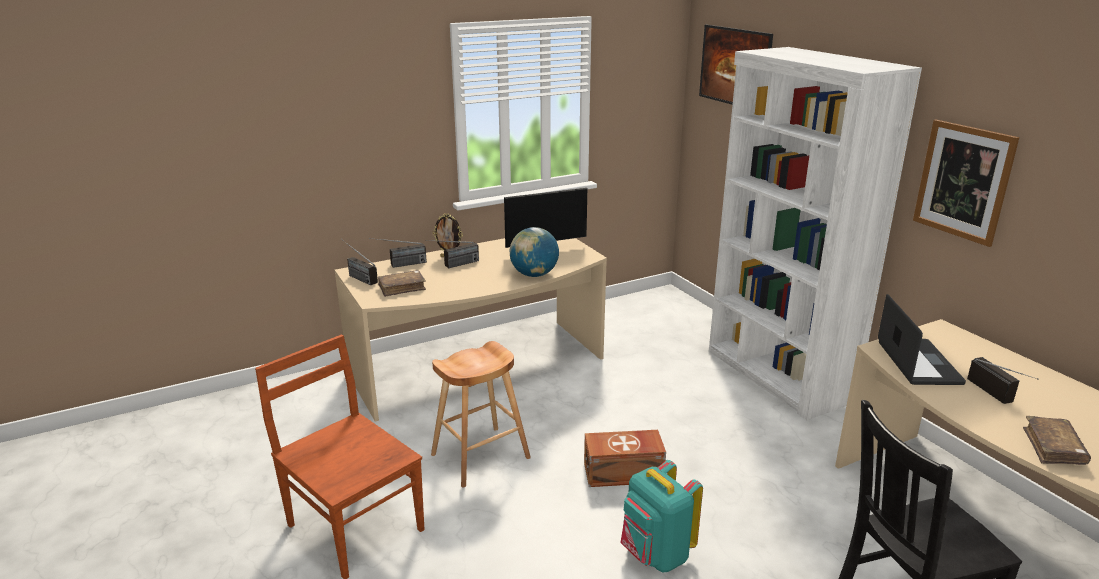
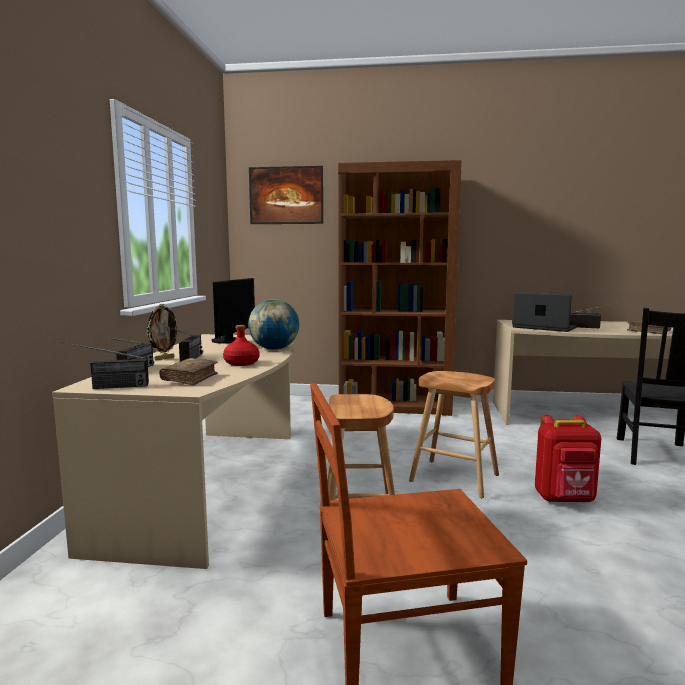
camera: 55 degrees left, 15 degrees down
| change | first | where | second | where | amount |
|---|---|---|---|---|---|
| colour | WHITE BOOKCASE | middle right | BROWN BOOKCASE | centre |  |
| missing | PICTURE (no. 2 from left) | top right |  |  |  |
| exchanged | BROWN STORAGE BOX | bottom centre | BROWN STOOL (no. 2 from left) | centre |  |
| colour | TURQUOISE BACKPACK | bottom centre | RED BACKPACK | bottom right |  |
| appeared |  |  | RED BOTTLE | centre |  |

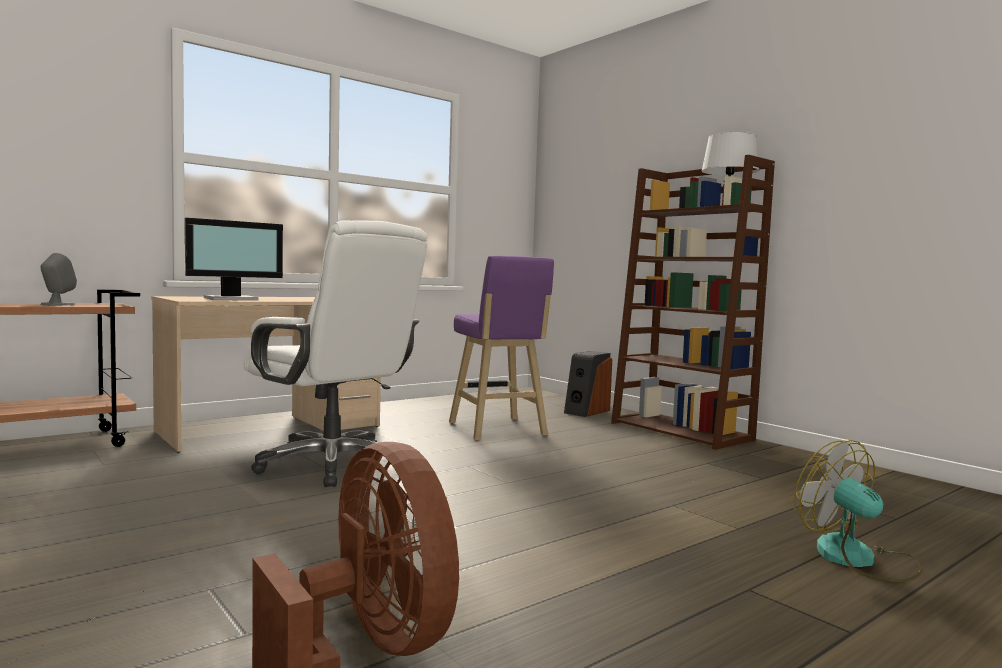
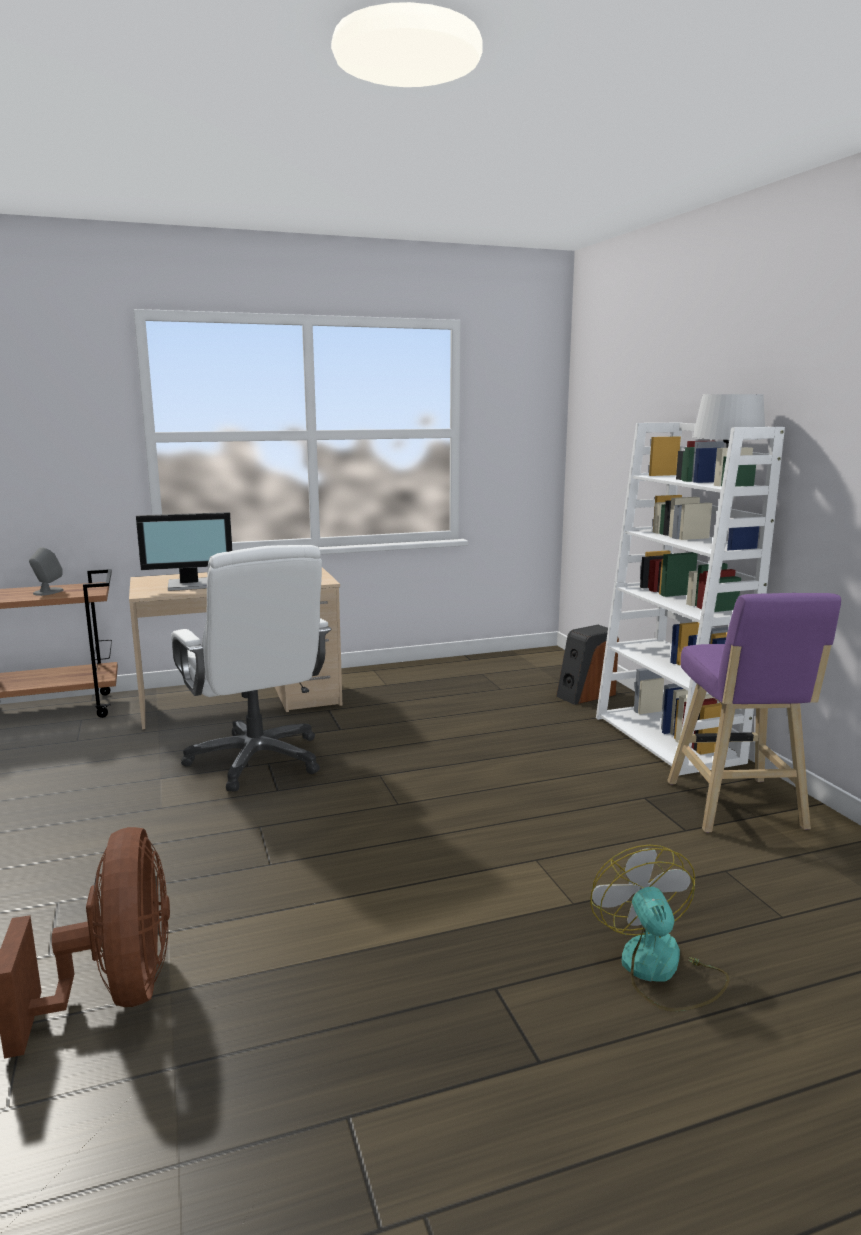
camera: 20 degrees right, 10 degrees up
| change | first | where | second | where | amount |
|---|---|---|---|---|---|
| colour | BROWN BOOKCASE | middle right | WHITE BOOKCASE | middle right |  |
| relocated | PURPLE STOOL | centre |  | middle right |  |

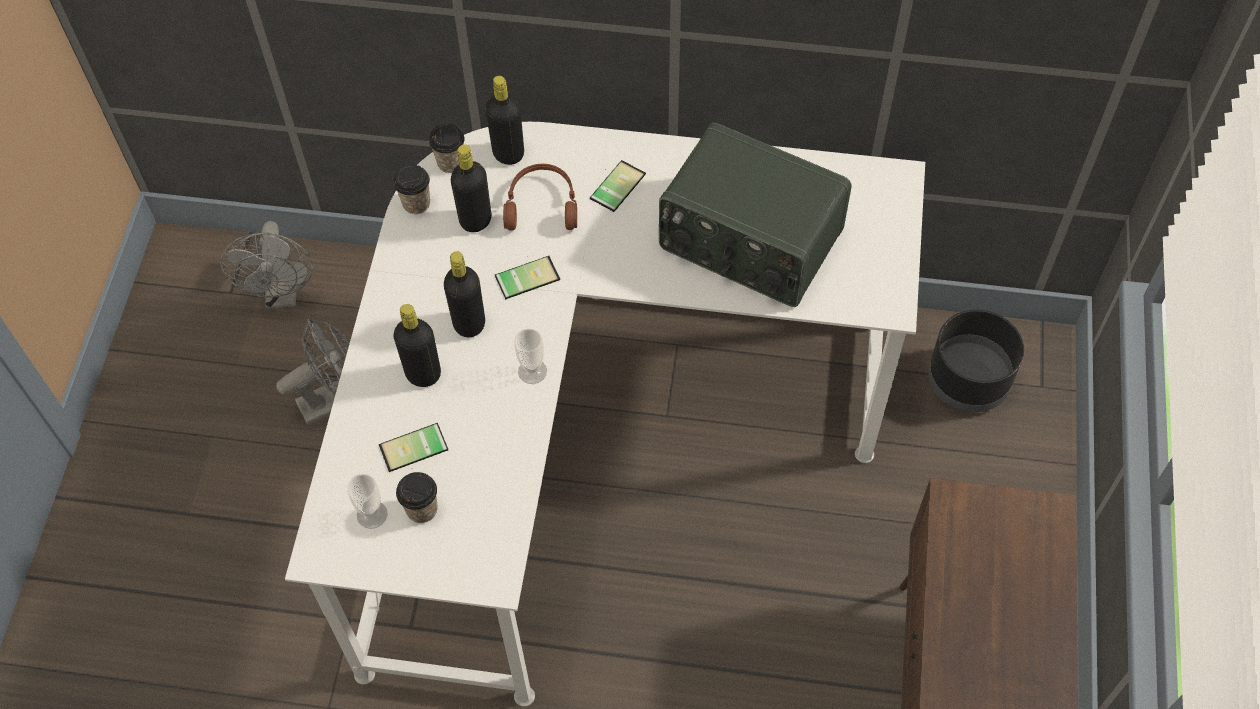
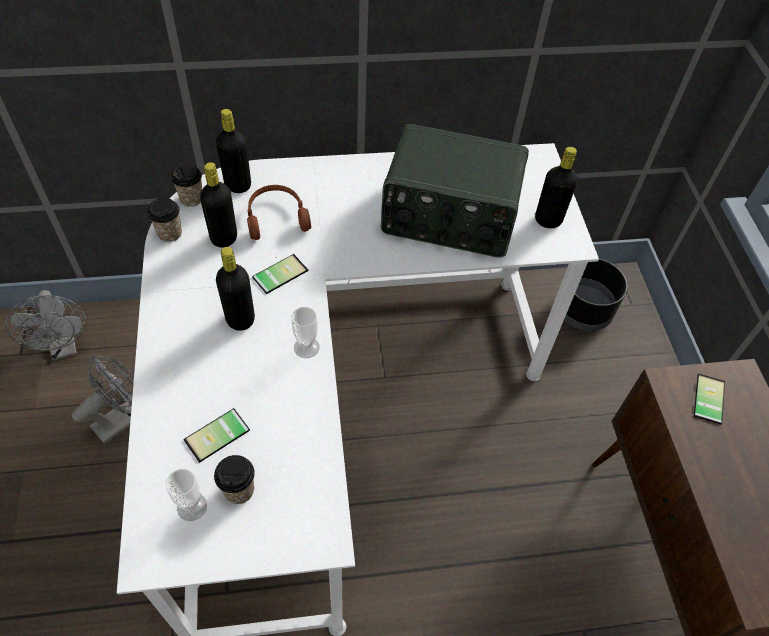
camera: 20 degrees left, 5 degrees down
| change | first | where | second | where | amount |
|---|---|---|---|---|---|
| relocated | PHONE (no. 3 from left) | top centre |  | middle right |  |
| relocated | BLACK BOTTLE (no. 1 from left in the first image) | middle left | BLACK BOTTLE (no. 4 from left) | top right |  |

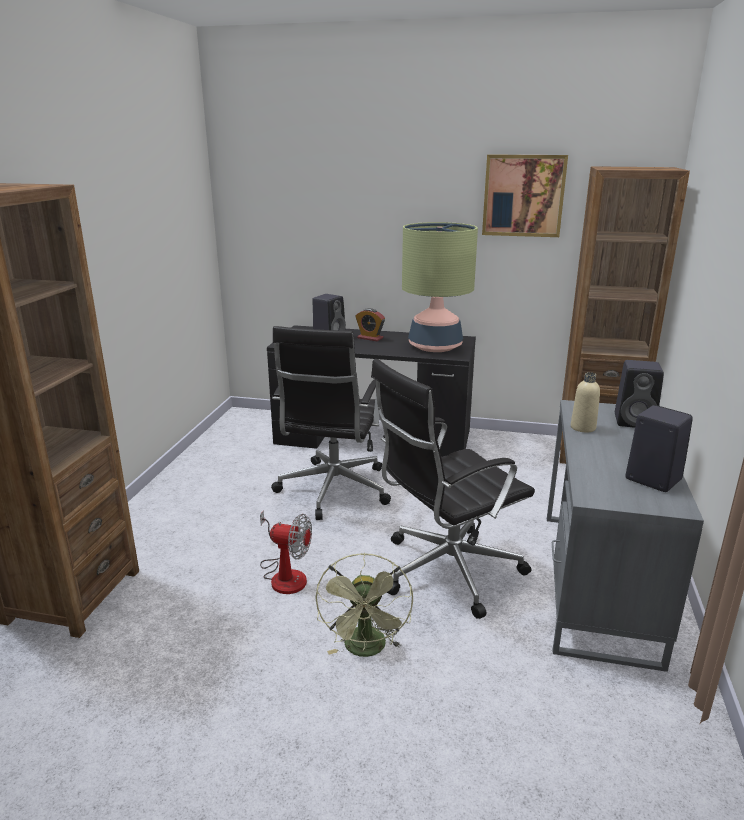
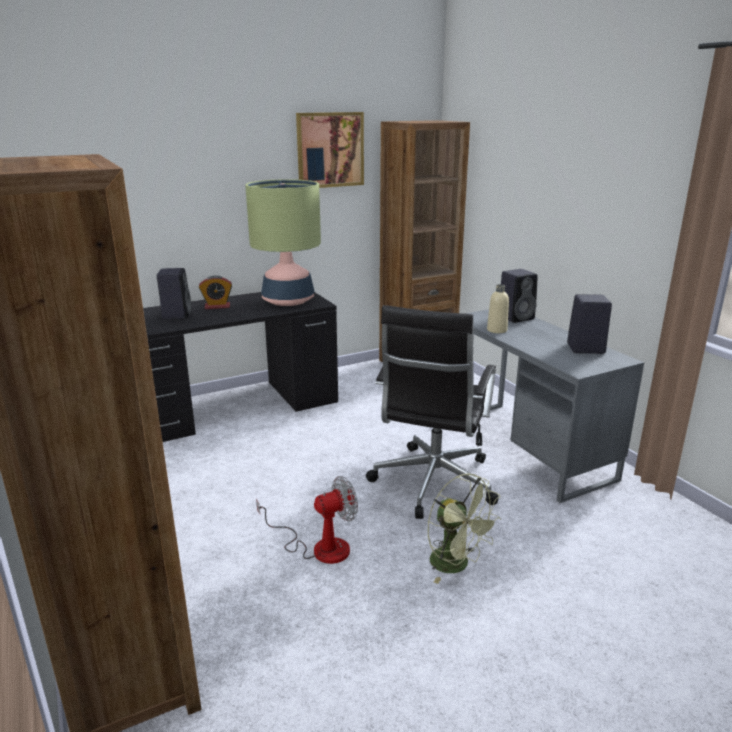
camera: 40 degrees left, 0 degrees up
| change | first | where | second | where | amount |
|---|---|---|---|---|---|
| missing | BLACK OFFICE CHAIR (no. 1 from left) | centre |  |  |  |

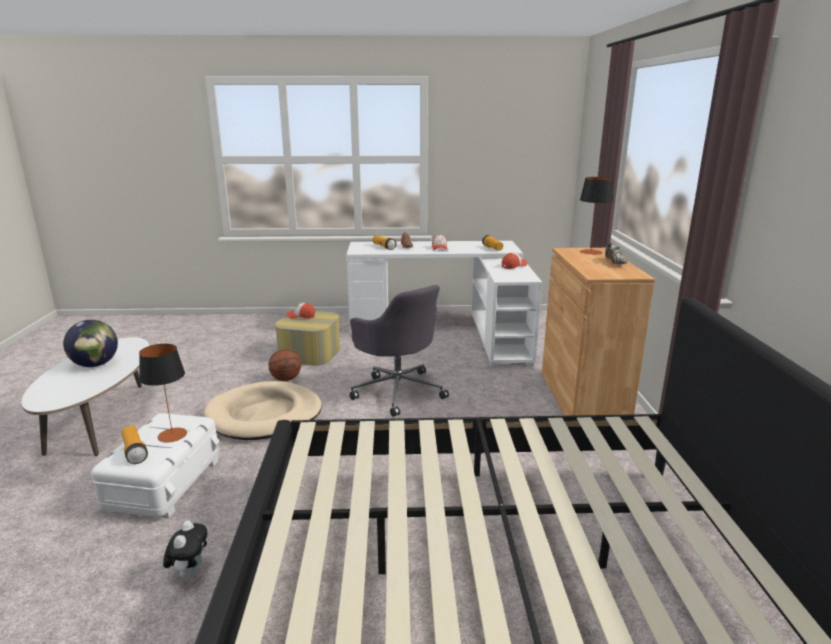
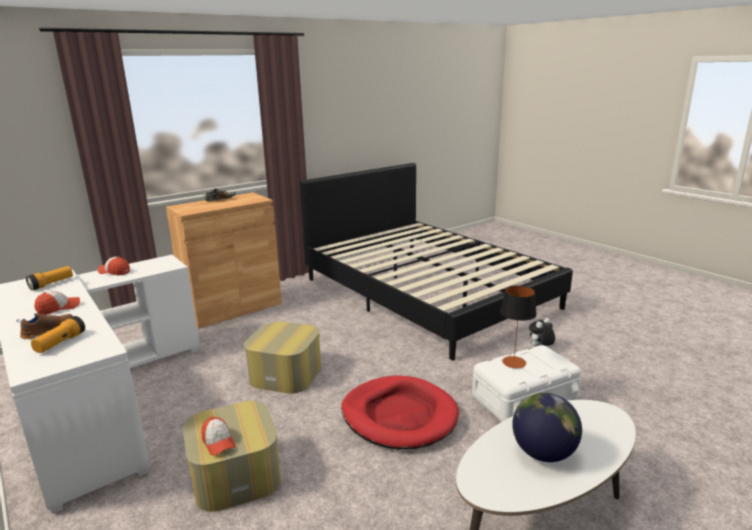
camera: 125 degrees left, 0 degrees up
| change | first | where | second | where | amount |
|---|---|---|---|---|---|
| missing | TABLE LAMP (no. 2 from left) | middle right |  |  |  |
| exchanged | GREY OFFICE CHAIR | centre | OTTOMAN (no. 2 from left) | bottom centre |  |
| missing | BASKETBALL | centre |  |  |  |
| colour | BEIGE DOG BED | middle left | RED DOG BED | bottom centre |  |
| missing | FLASHLIGHT (no. 1 from left) | bottom left |  |  |  |

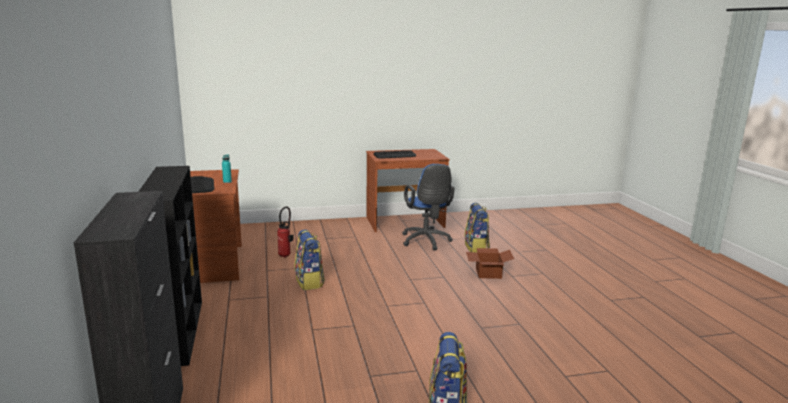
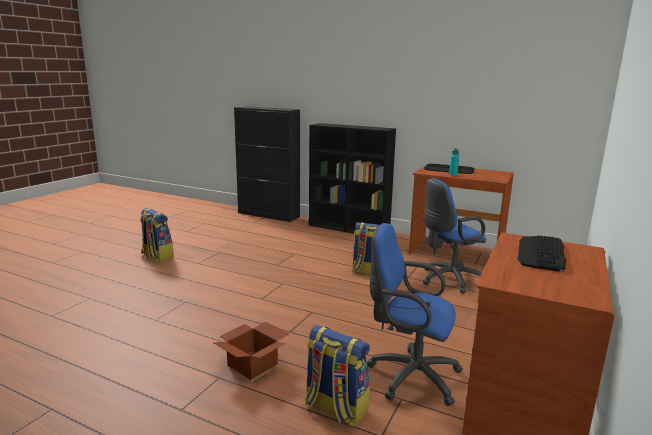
camera: 130 degrees right, 0 degrees up
| change | first | where | second | where | amount |
|---|---|---|---|---|---|
| exchanged | FIRE EXTINGUISHER | centre | BLUE OFFICE CHAIR (no. 2 from left) | middle right |  |

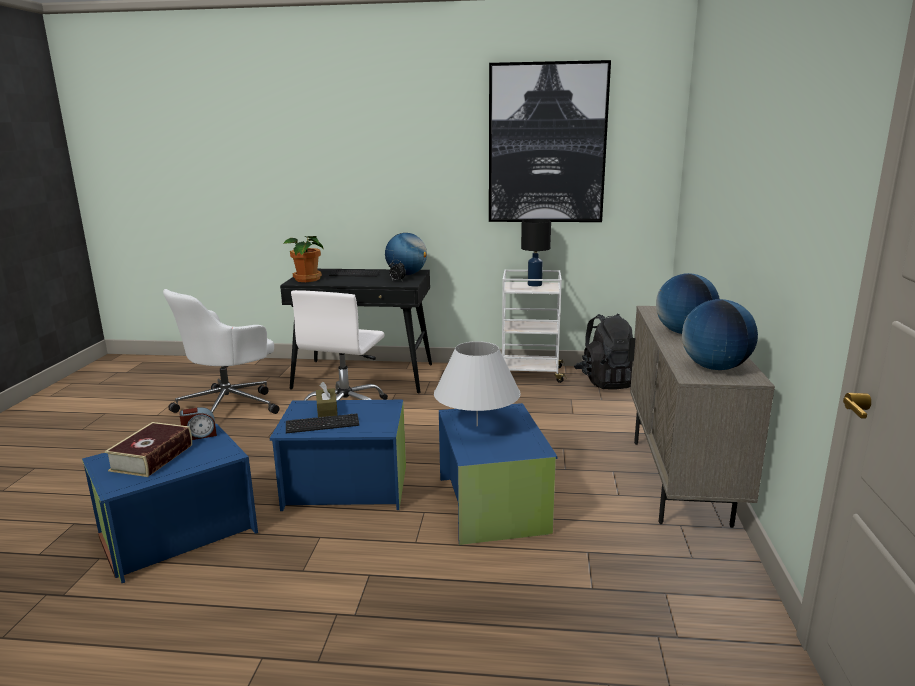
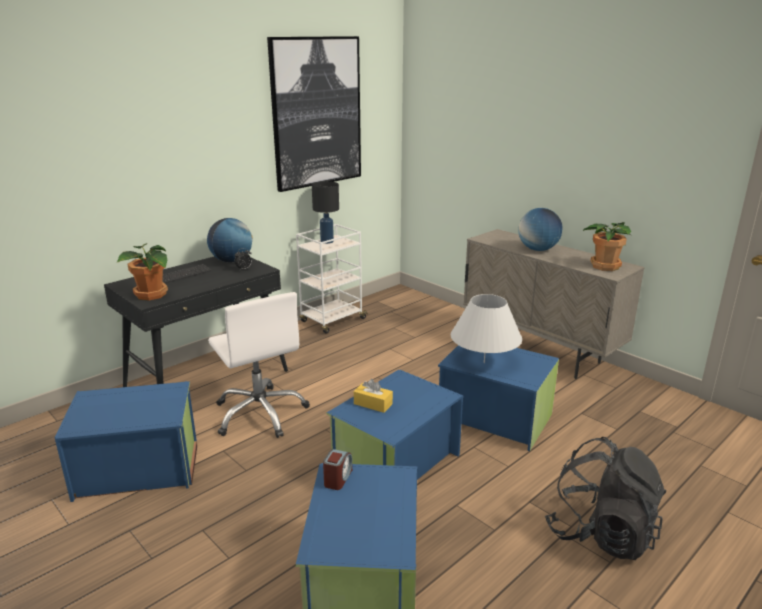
camera: 50 degrees left, 5 degrees up
| change | first | where | second | where | amount |
|---|---|---|---|---|---|
| exchanged | WHITE OFFICE CHAIR (no. 1 from left) | middle left | BLUE STORAGE BOX (no. 1 from left) | bottom left |  |
| exchanged | GLOBE (no. 3 from left) | middle right | POTTED PLANT (no. 2 from left) | middle right |  |
| relocated | BLACK BACKPACK | centre |  | bottom right |  |
| colour | BROWN TISSUE BOX | centre | YELLOW TISSUE BOX | centre |  |
| missing | KEYBOARD (no. 1 from left) | centre |  |  |  |
| missing | BOOK | middle left |  |  |  |

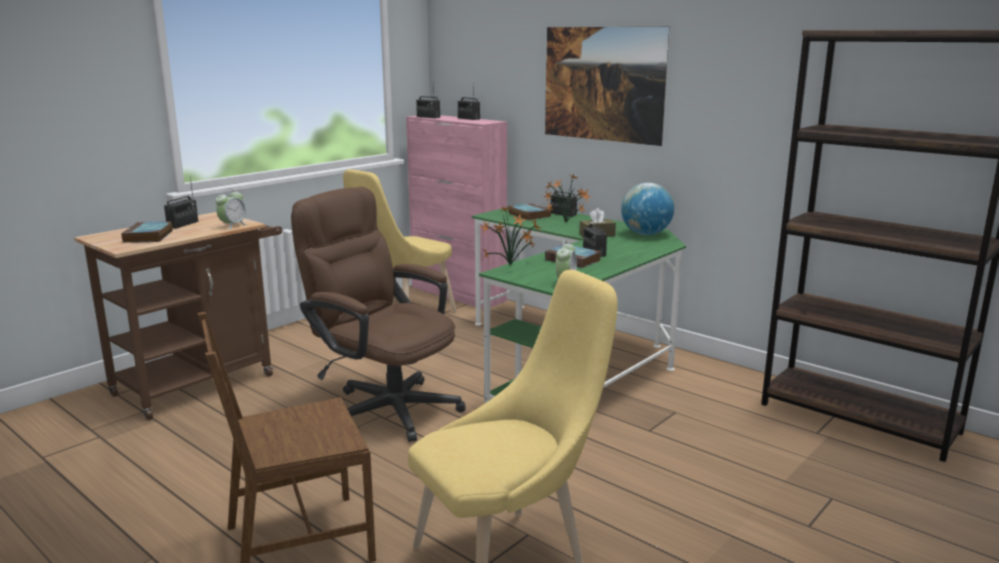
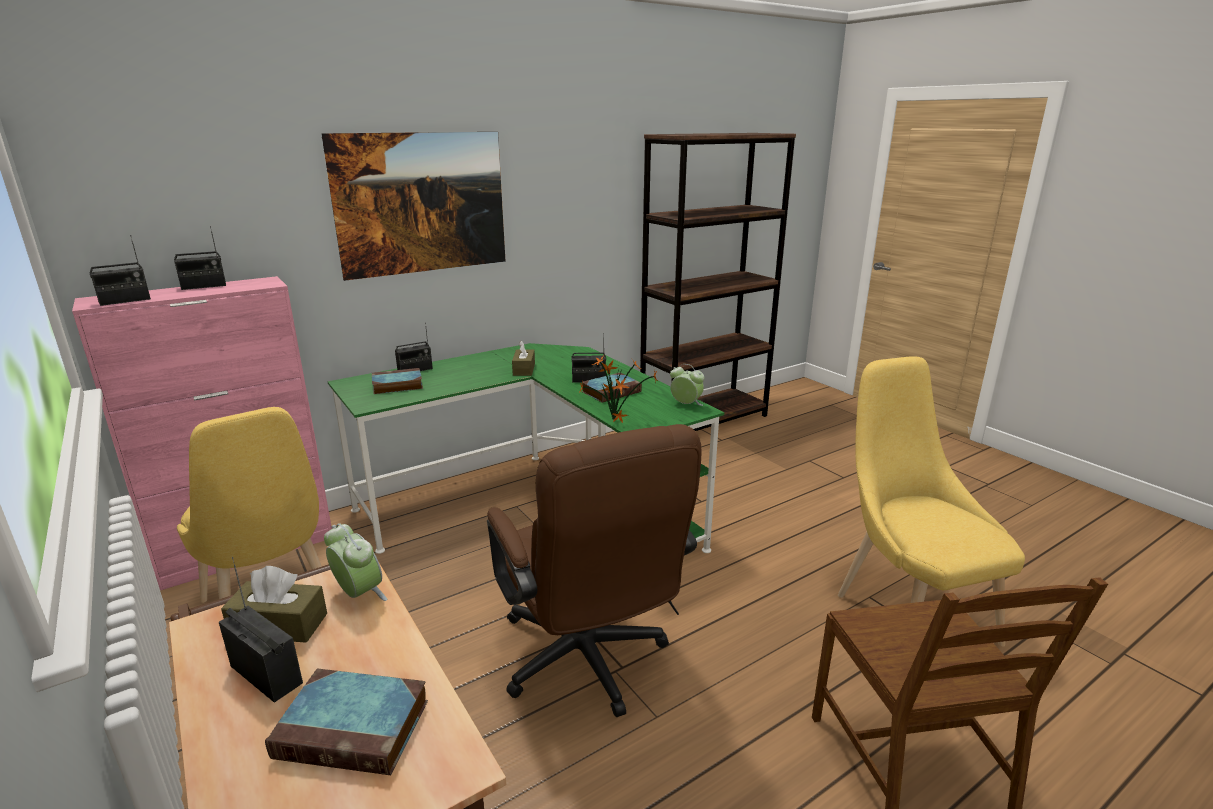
camera: 75 degrees left, 5 degrees up
| change | first | where | second | where | amount |
|---|---|---|---|---|---|
| missing | POTTED PLANT (no. 2 from left) | centre |  |  |  |
| missing | GLOBE | centre |  |  |  |
| spun | BROWN OFFICE CHAIR | centre |  | bottom centre | 75 degrees counterclockwise |
| appeared |  |  | BROWN TISSUE BOX (no. 1 from left) | bottom left |  |

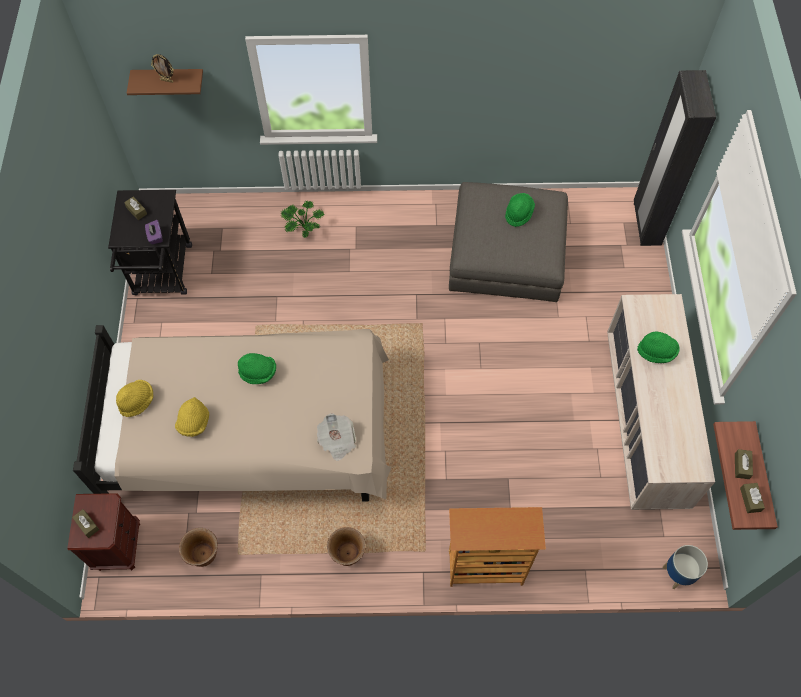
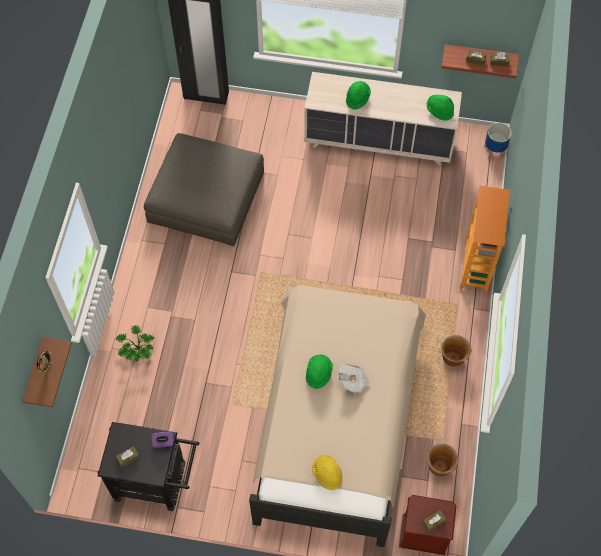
camera: 80 degrees left, 0 degrees up
| change | first | where | second | where | amount |
|---|---|---|---|---|---|
| relocated | GREEN HAT (no. 2 from left in the first image) | top centre | GREEN HAT (no. 3 from left) | top right |  |
| missing | YELLOW HAT (no. 2 from left) | middle left |  |  |  |
| relocated | NEWSPAPER | centre |  | bottom centre |  |

